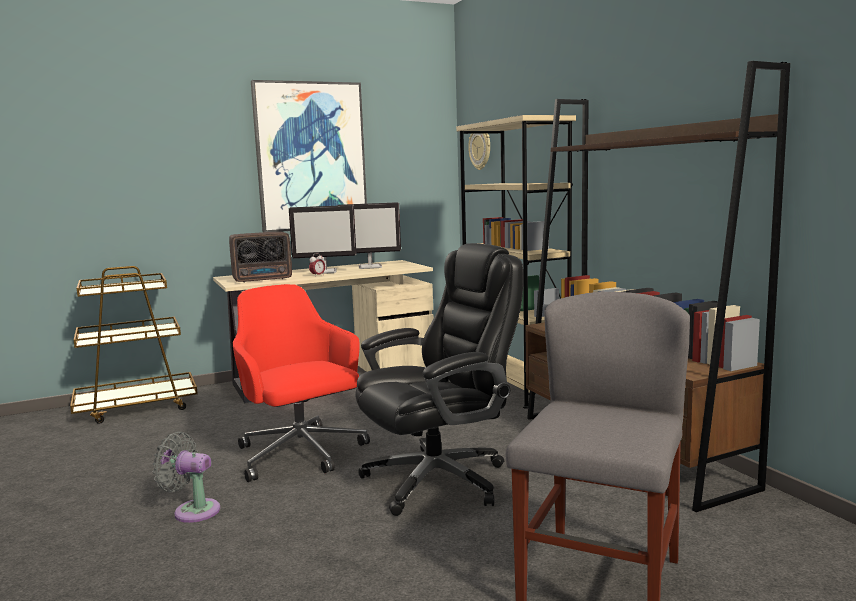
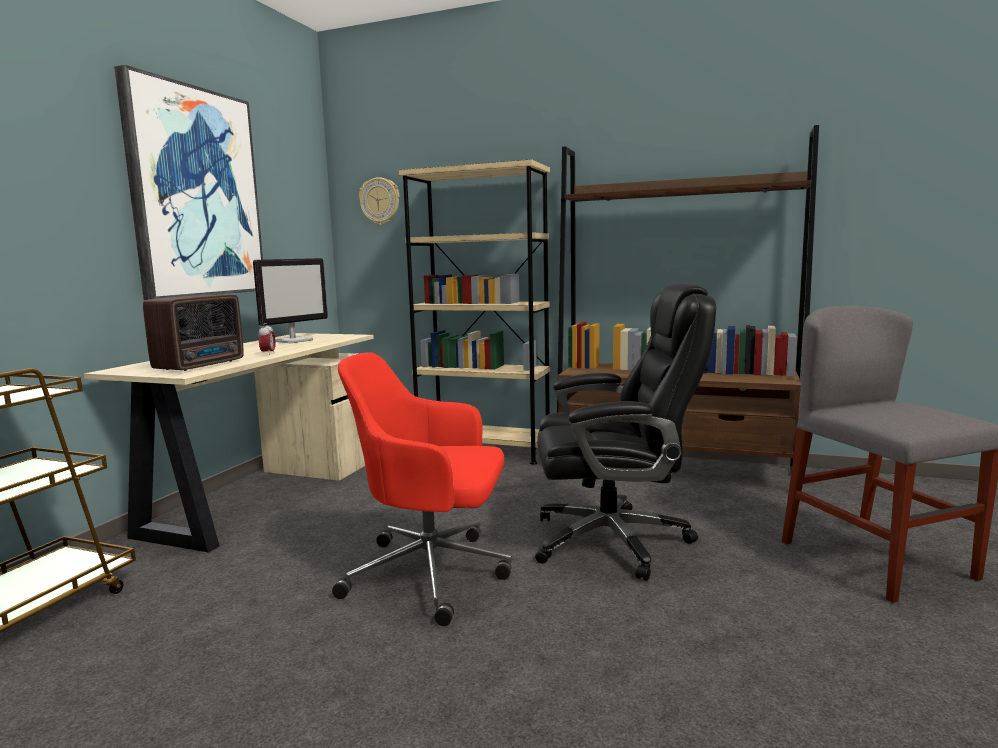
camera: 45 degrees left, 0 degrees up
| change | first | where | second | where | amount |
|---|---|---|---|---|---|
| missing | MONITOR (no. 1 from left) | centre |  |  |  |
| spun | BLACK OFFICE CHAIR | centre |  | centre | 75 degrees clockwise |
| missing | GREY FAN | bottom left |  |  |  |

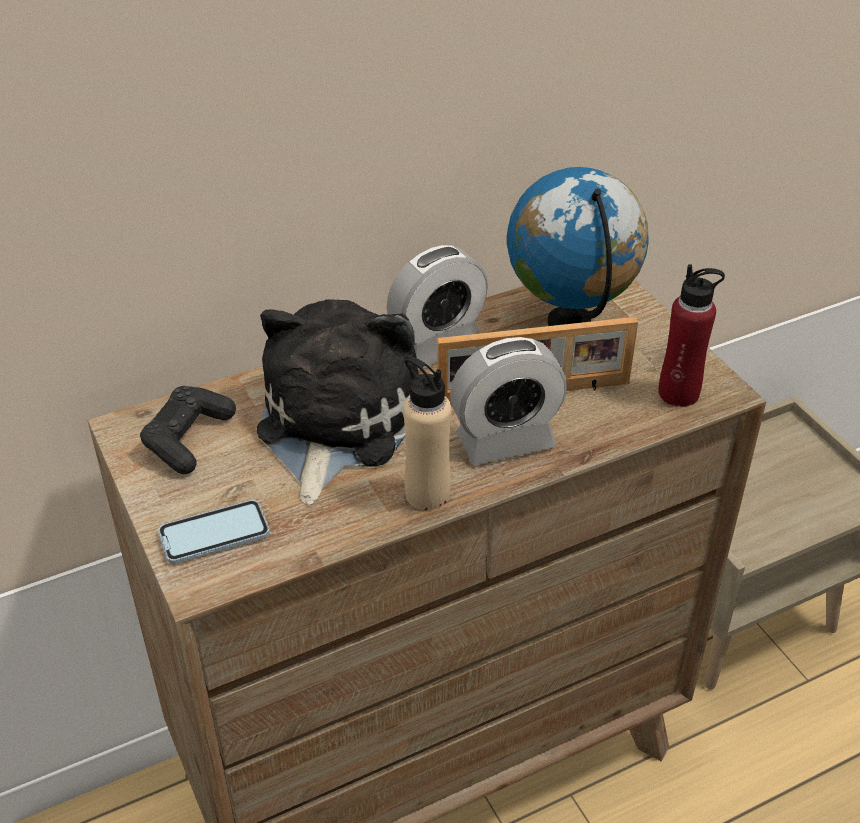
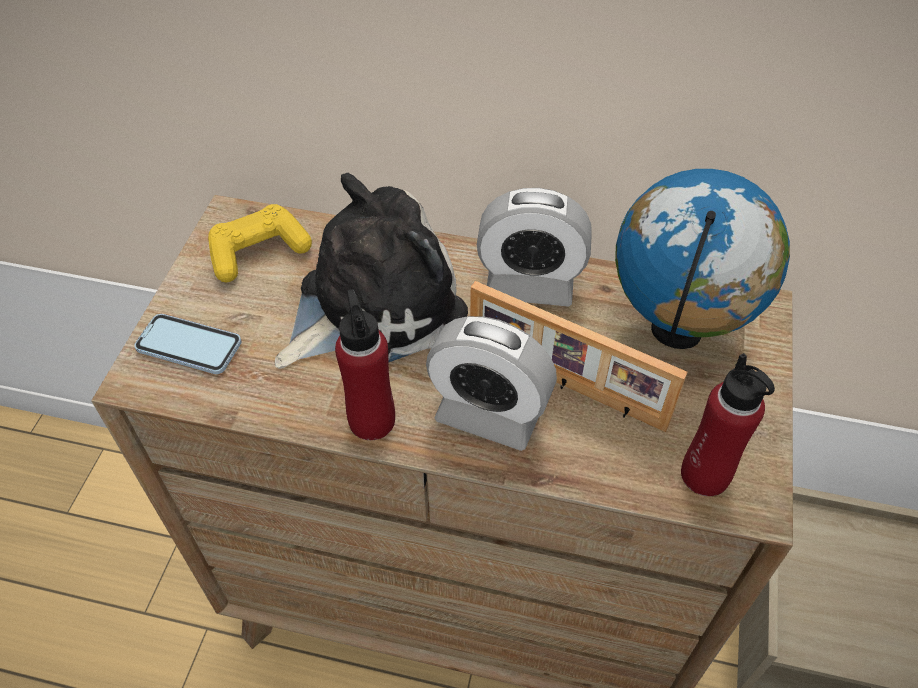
camera: 40 degrees right, 10 degrees up
| change | first | where | second | where | amount |
|---|---|---|---|---|---|
| colour | BEIGE BOTTLE | centre | RED BOTTLE (no. 1 from left) | centre |  |
| colour | BLACK GAME CONTROLLER | middle left | YELLOW GAME CONTROLLER | middle left |  |

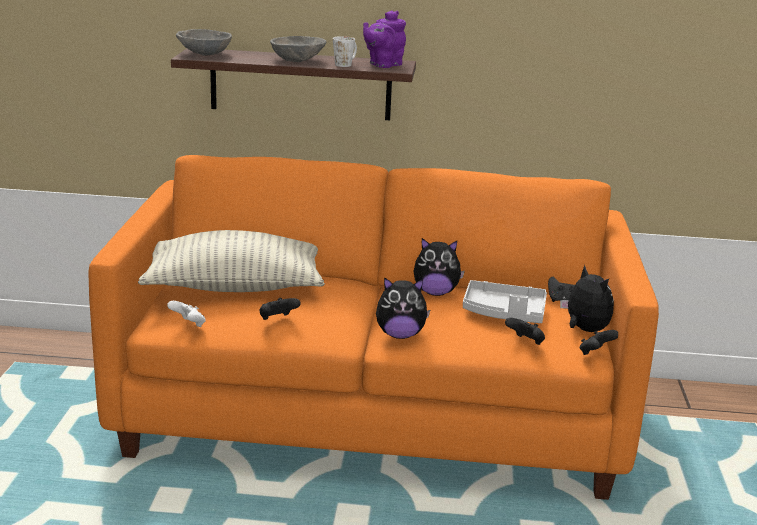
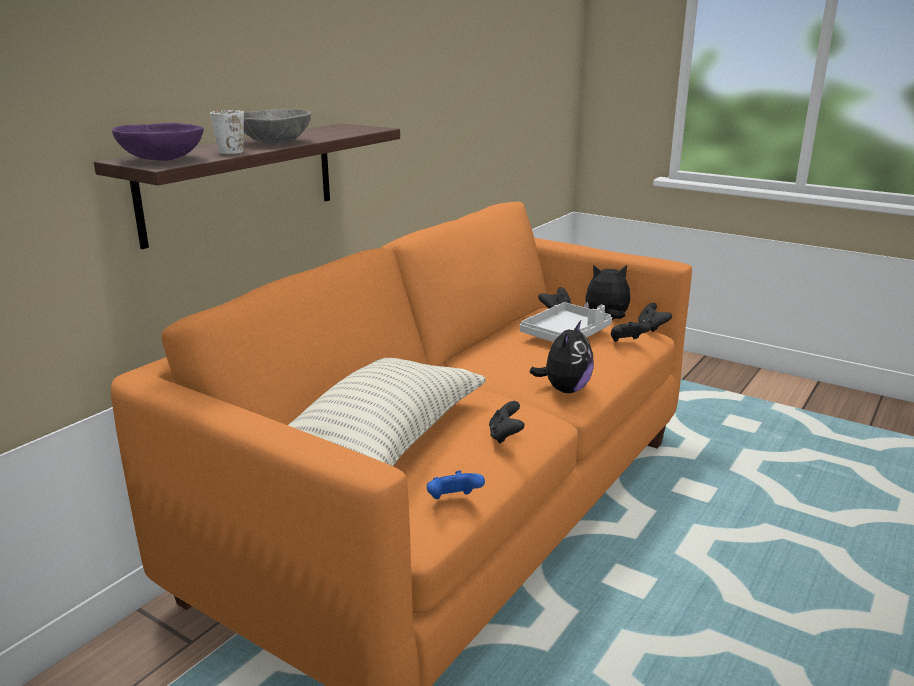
camera: 60 degrees left, 0 degrees up
| change | first | where | second | where | amount |
|---|---|---|---|---|---|
| missing | PURPLE TEAPOT | top centre |  |  |  |
| colour | GREY BOWL (no. 1 from left) | top left | PURPLE BOWL | top left |  |
| relocated | WHITE MUG | top centre |  | top left |  |
| missing | PLUSH TOY (no. 2 from left) | centre |  |  |  |
| colour | WHITE GAME CONTROLLER | middle left | BLUE GAME CONTROLLER | bottom centre |  |

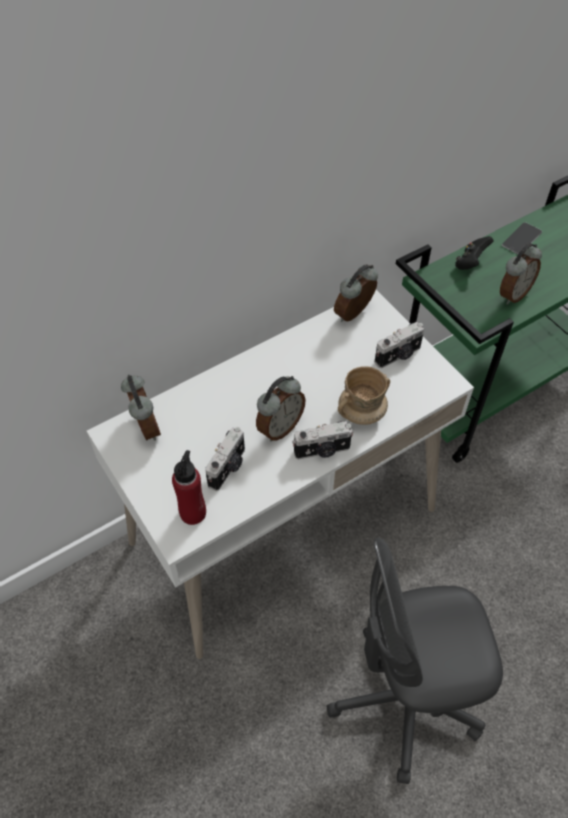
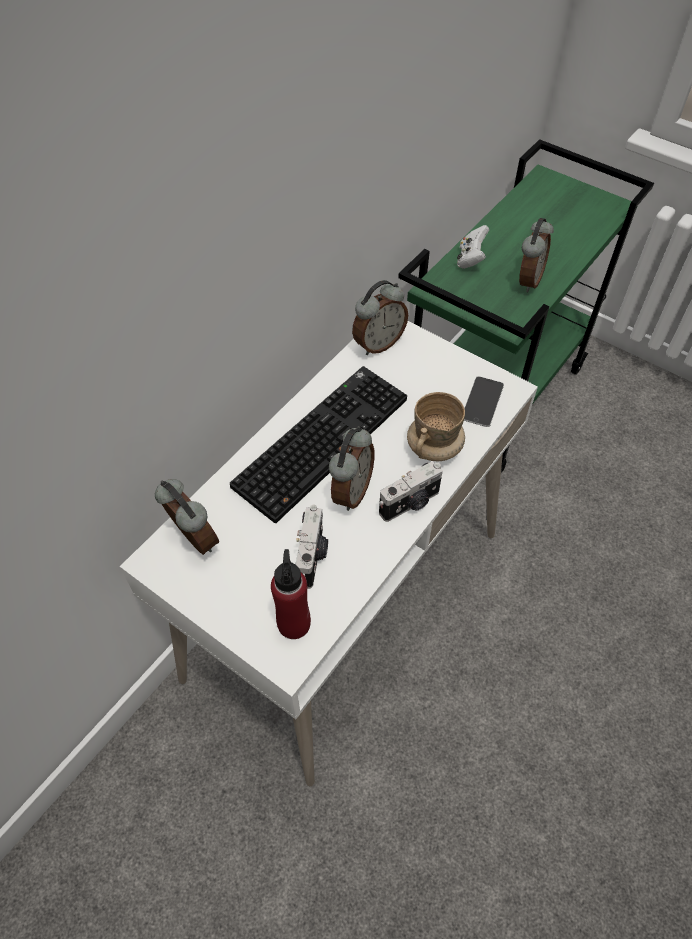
camera: 20 degrees left, 0 degrees up
| change | first | where | second | where | amount |
|---|---|---|---|---|---|
| relocated | PHONE | top right |  | middle right |  |
| colour | BLACK GAME CONTROLLER | top right | WHITE GAME CONTROLLER | top right |  |
| spun | ALARM CLOCK (no. 3 from left) | centre |  | centre | 150 degrees counterclockwise |
| missing | PHOTO CAMERA (no. 3 from left) | middle right |  |  |  |
| missing | GREY OFFICE CHAIR | bottom right |  |  |  |
| appeared |  |  | KEYBOARD | centre |  |

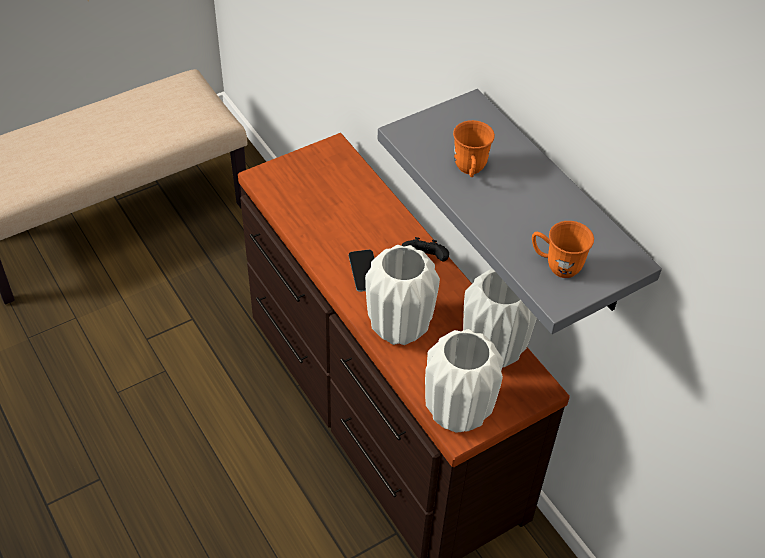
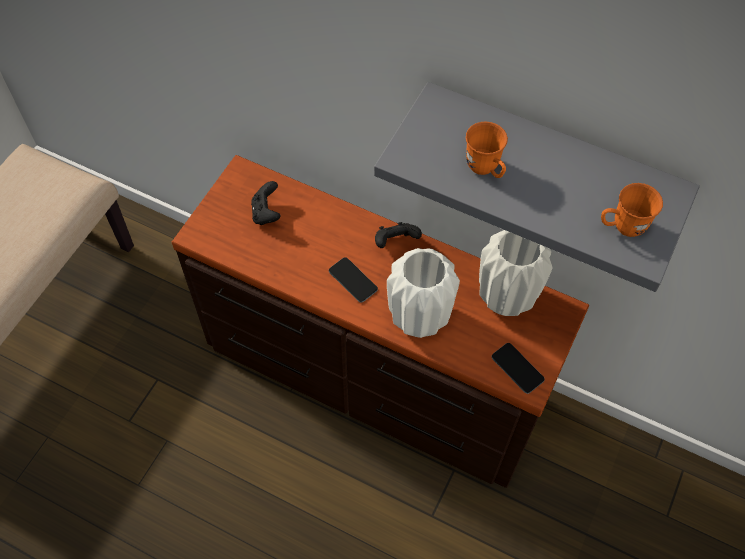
camera: 30 degrees left, 10 degrees up
| change | first | where | second | where | amount |
|---|---|---|---|---|---|
| exchanged | WHITE VASE (no. 2 from left) | bottom centre | PHONE (no. 2 from left) | middle right |  |
| appeared |  |  | BLACK GAME CONTROLLER (no. 1 from left) | centre |  |

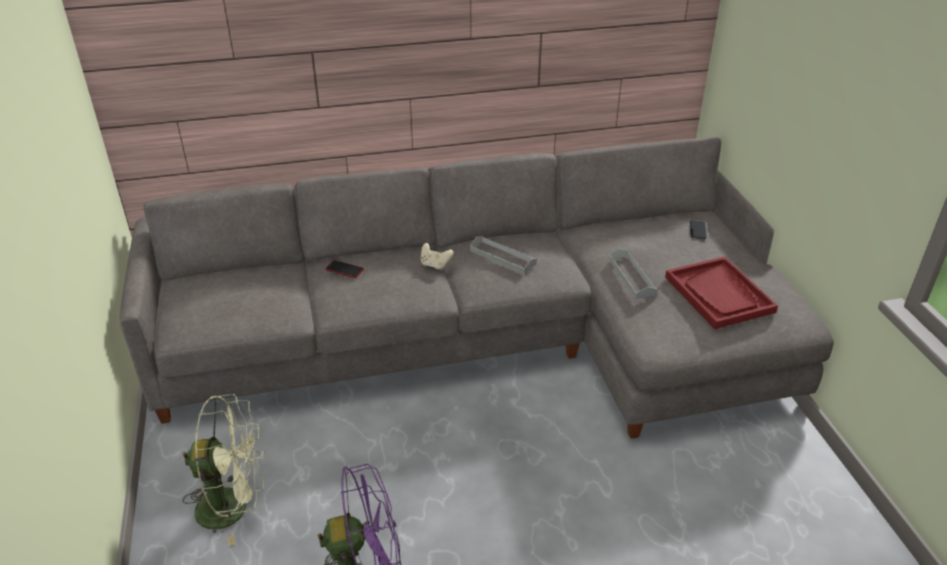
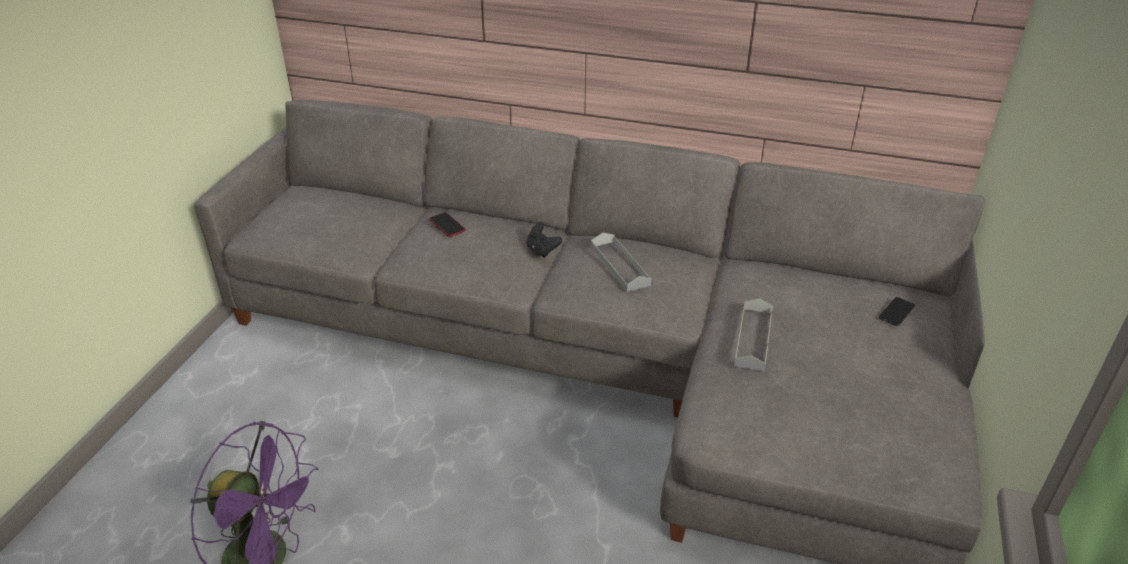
camera: 30 degrees right, 0 degrees up
| change | first | where | second | where | amount |
|---|---|---|---|---|---|
| colour | BEIGE GAME CONTROLLER | centre | BLACK GAME CONTROLLER | centre |  |
| missing | RED TRAY | middle right |  |  |  |
| missing | GREEN FAN | bottom left |  |  |  |

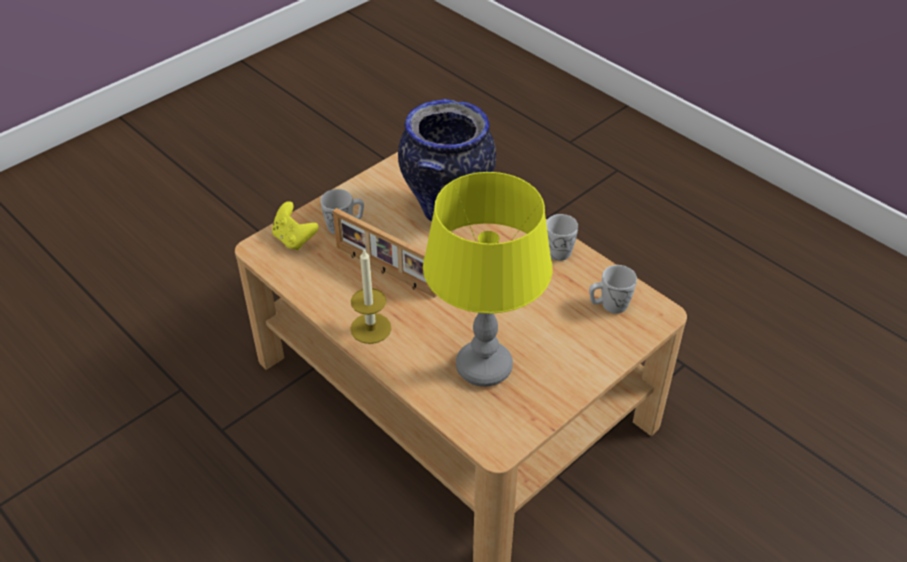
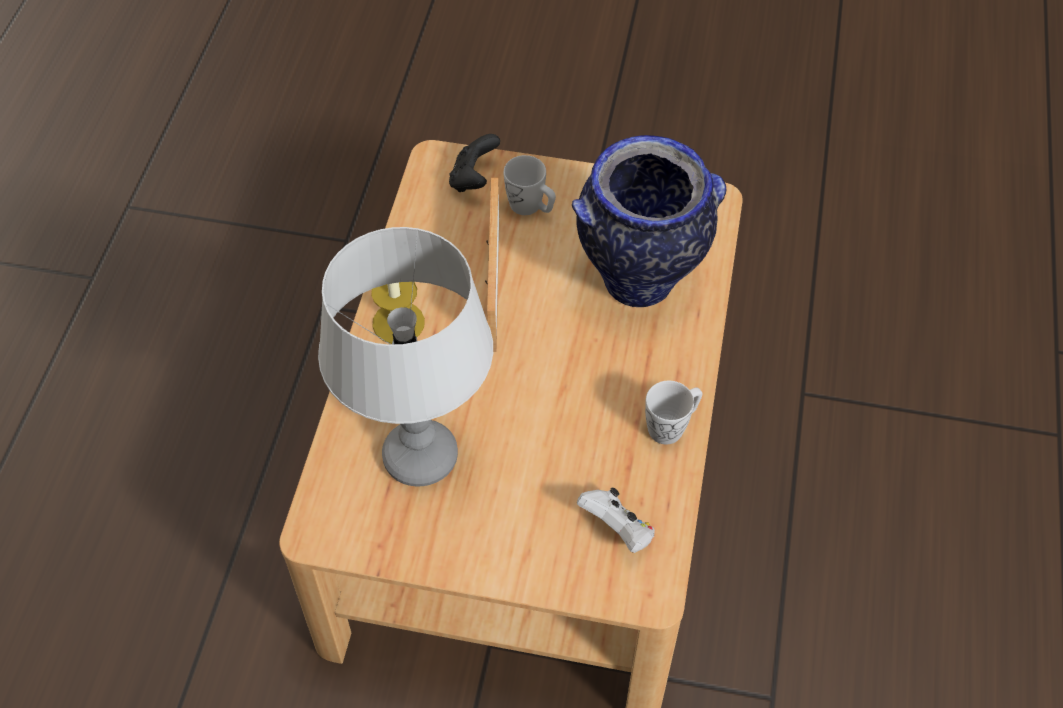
camera: 55 degrees right, 10 degrees up
| change | first | where | second | where | amount |
|---|---|---|---|---|---|
| colour | YELLOW TABLE LAMP | centre | GREY TABLE LAMP | centre |  |
| colour | YELLOW GAME CONTROLLER | middle left | BLACK GAME CONTROLLER | top centre |  |
| exchanged | WHITE MUG (no. 3 from left) | middle right | WHITE GAME CONTROLLER | bottom centre |  |

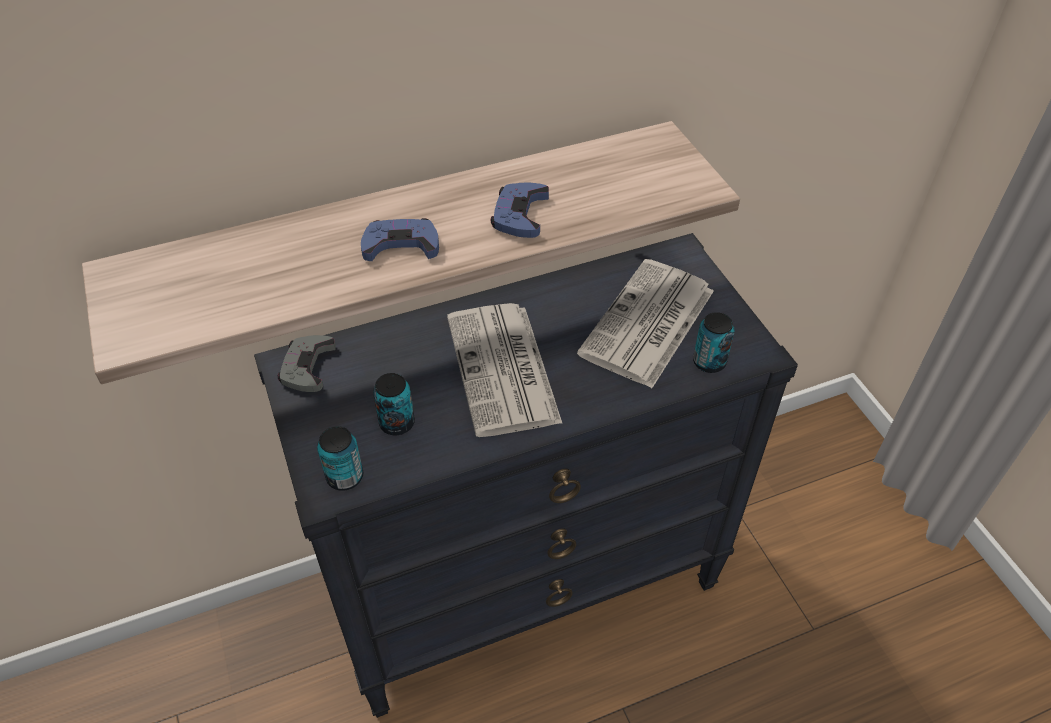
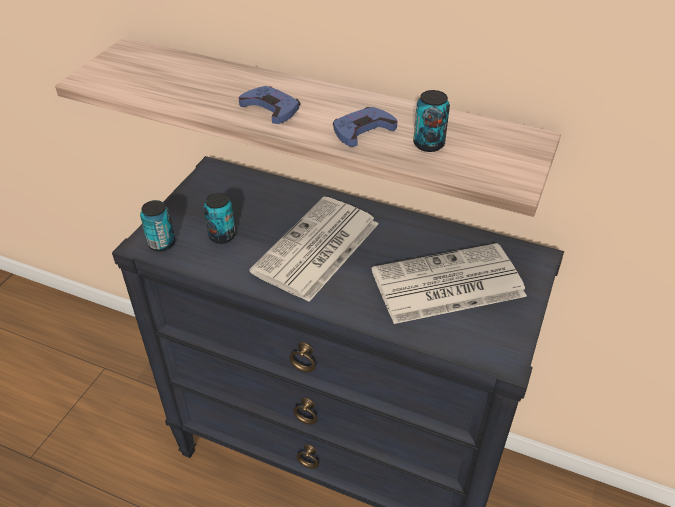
camera: 45 degrees right, 5 degrees down
| change | first | where | second | where | amount |
|---|---|---|---|---|---|
| relocated | CAN (no. 3 from left) | middle right |  | top centre |  |
| missing | GREY GAME CONTROLLER | middle left |  |  |  |

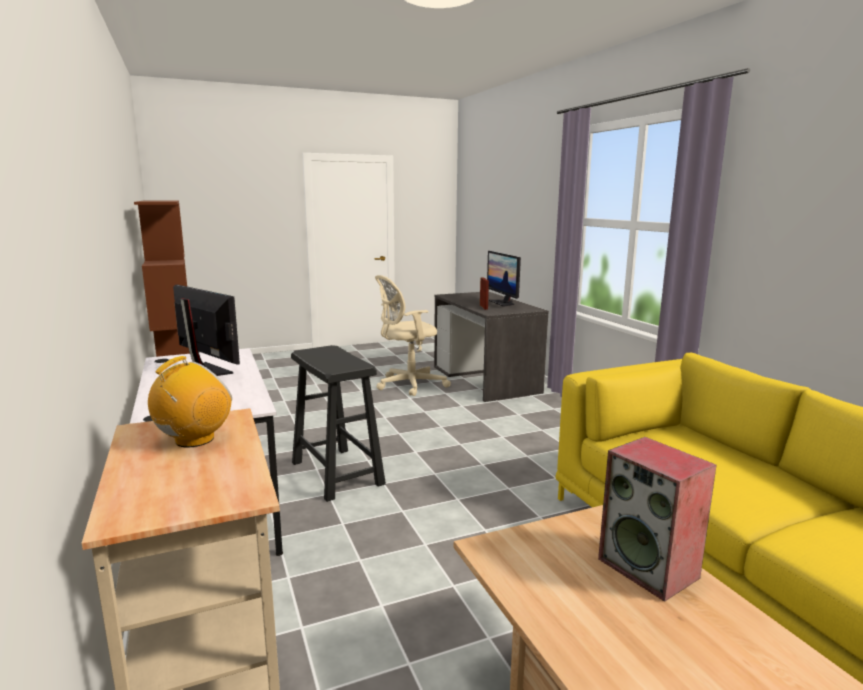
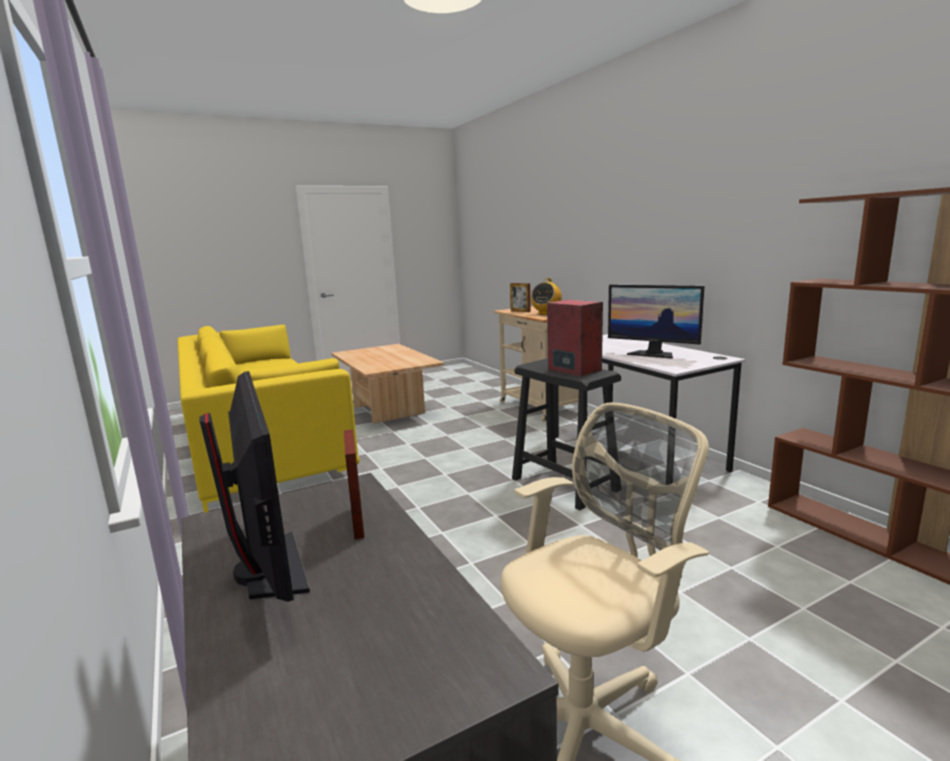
camera: 175 degrees right, 0 degrees up
| change | first | where | second | where | amount |
|---|---|---|---|---|---|
| relocated | SPEAKER | bottom right |  | centre |  |
| appeared |  |  | PICTURE FRAME (no. 2 from left) | centre |  |

